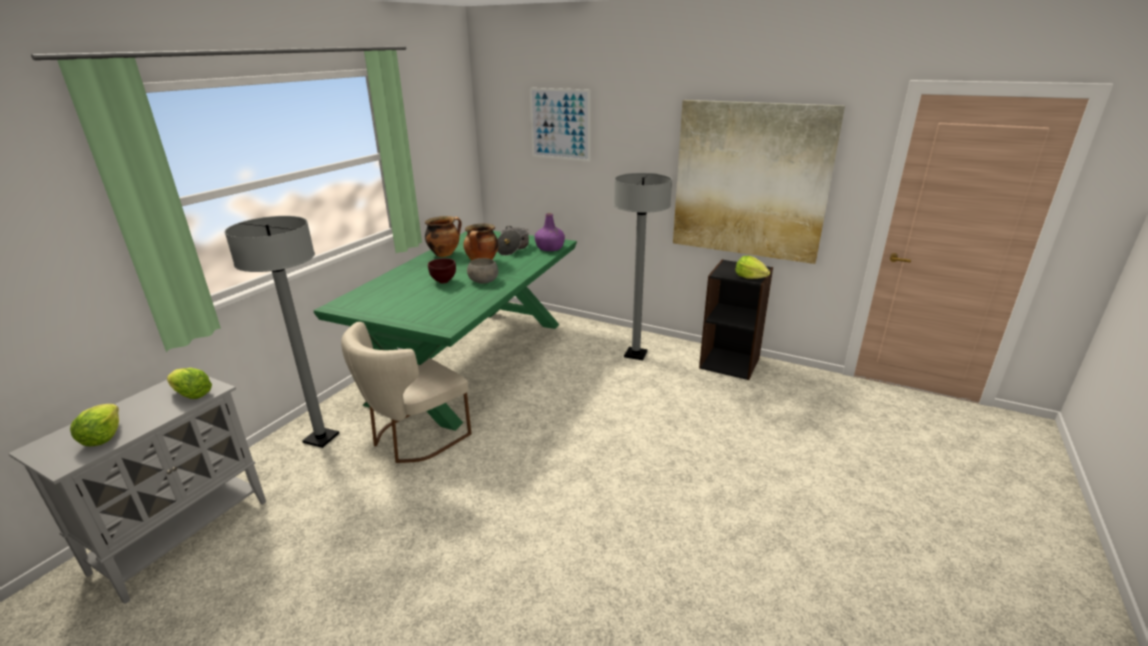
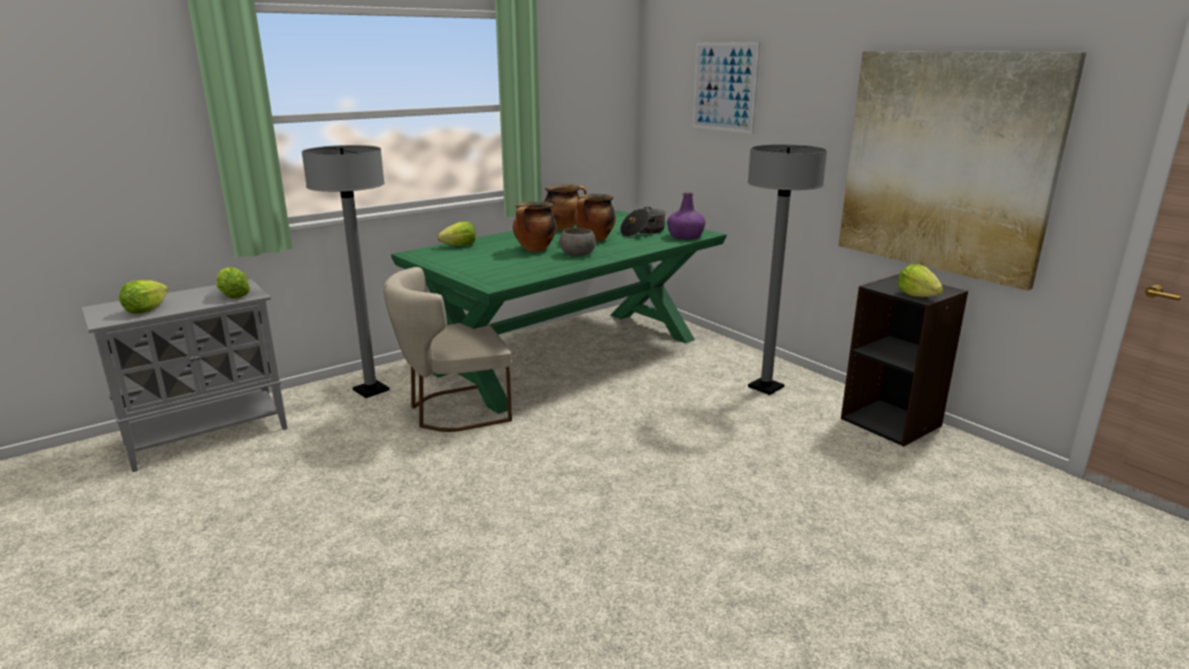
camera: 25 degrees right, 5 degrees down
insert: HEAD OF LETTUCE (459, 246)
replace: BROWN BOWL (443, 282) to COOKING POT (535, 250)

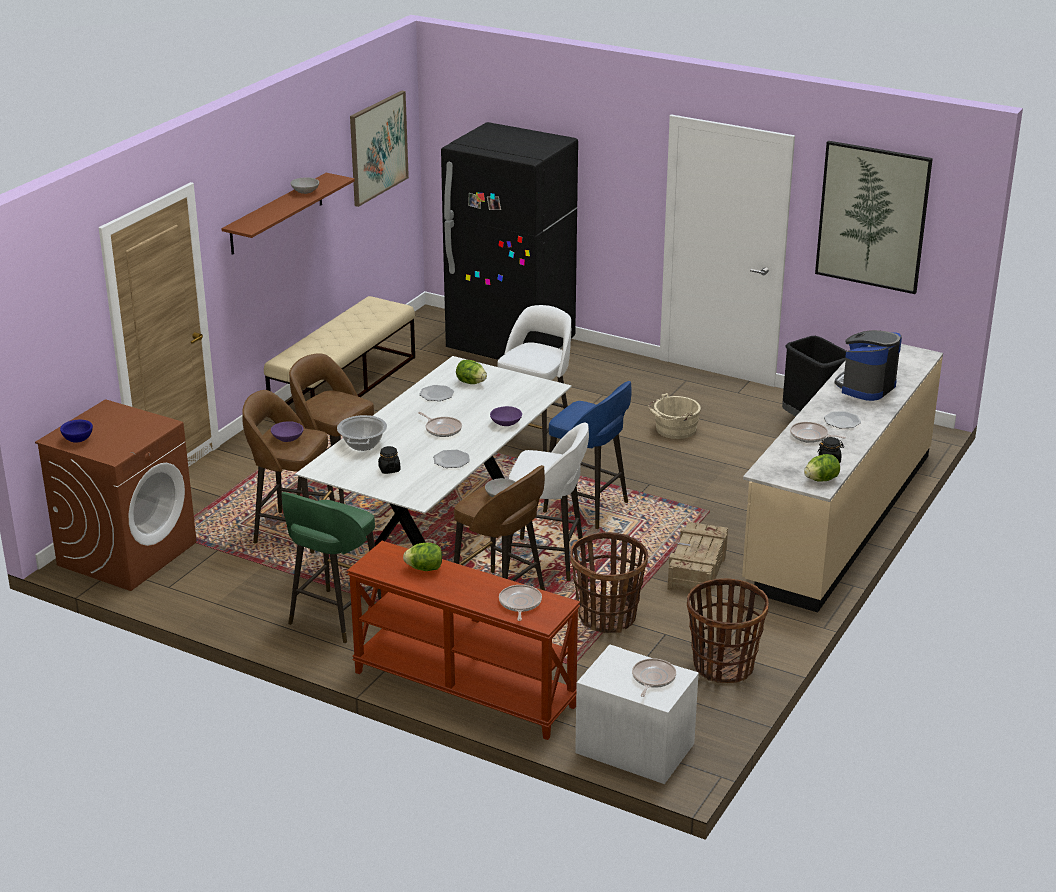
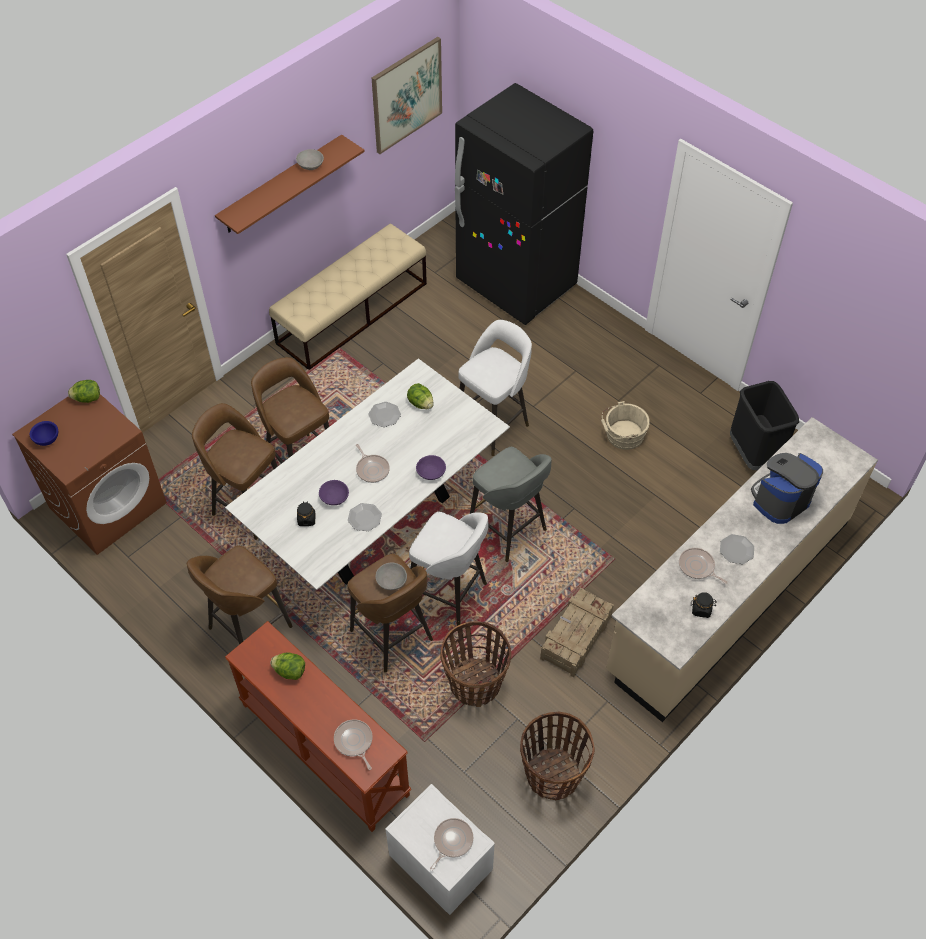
camera: 15 degrees right, 25 degrees up
delete: WALL ART (872, 217); COOKING POT (362, 444)
move: PURPLE BOWL (287, 439) to (334, 498); HEAD OF LETTUCE (821, 480) to (87, 398)
recolor: BLUE STOOL (588, 508) to GRAY STOOL (508, 530); GREENISH STOOL (334, 618) to BROWN STOOL (248, 629)
rotate: SKILLET (520, 603) = (354, 742) 45 degrees counterclockwise

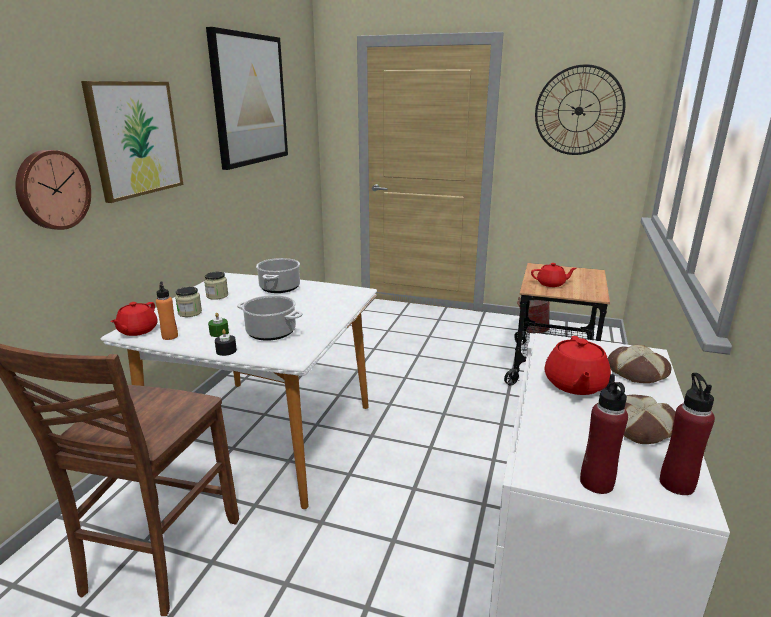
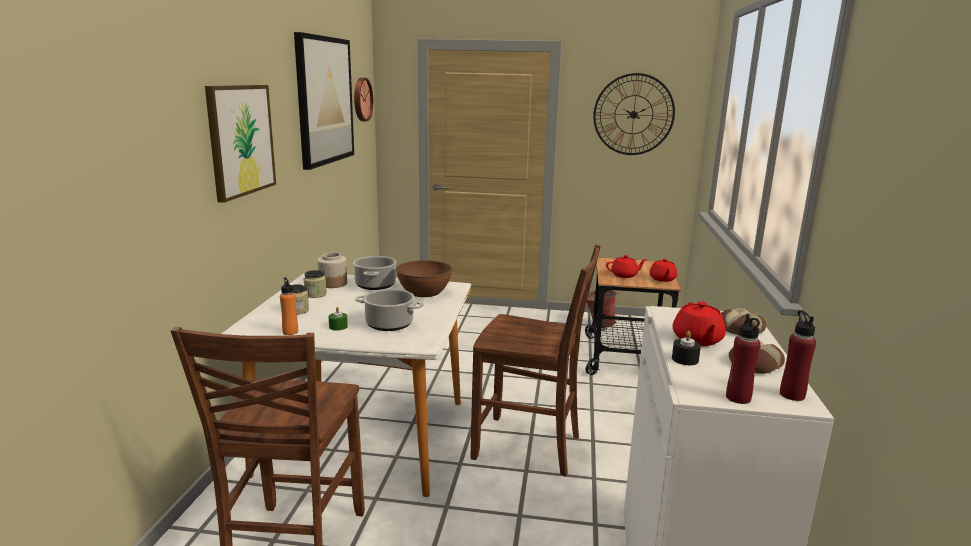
camera: 10 degrees left, 5 degrees down
insert: BROWN PLAIN CHAIR (529, 447); JAR (333, 283); BROWN BOWL (424, 292)
move: WALL CLOCK (52, 190) to (361, 99); RED-COLOURED TEAPOT (137, 331) to (662, 279); BLACK-COLOURED CANDLE (226, 351) to (685, 359)

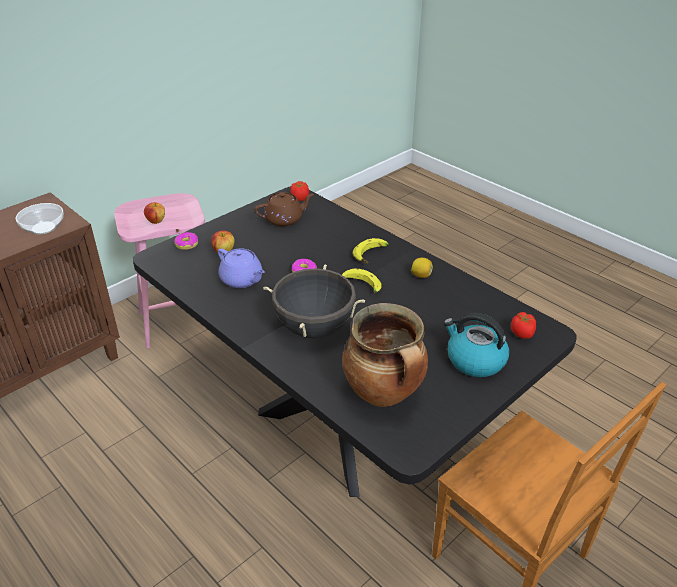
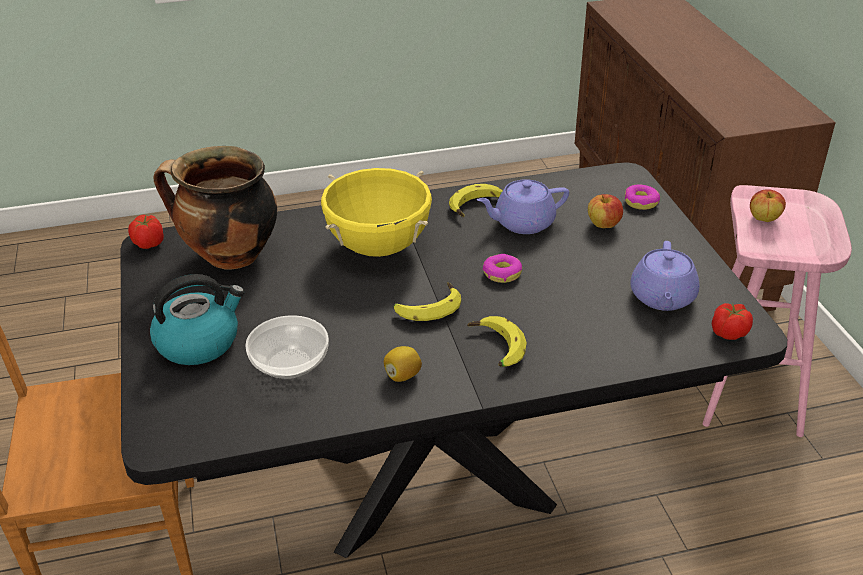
camera: 120 degrees right, 0 degrees up
insert: BANANA (477, 207)
move: BOWL (43, 228) to (288, 363); WHOLE TOMATO (522, 333) to (148, 244)
recolor: BROWN TEAPOT (284, 219) to PURPLE TEAPOT (662, 297); BLACK-COLOURED COOKING POT (314, 328) to YELLOW COOKING POT (379, 247)

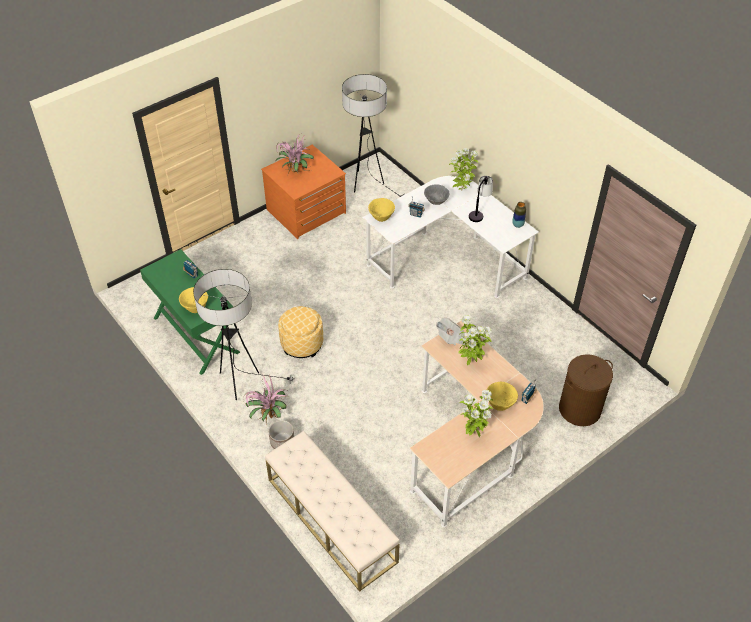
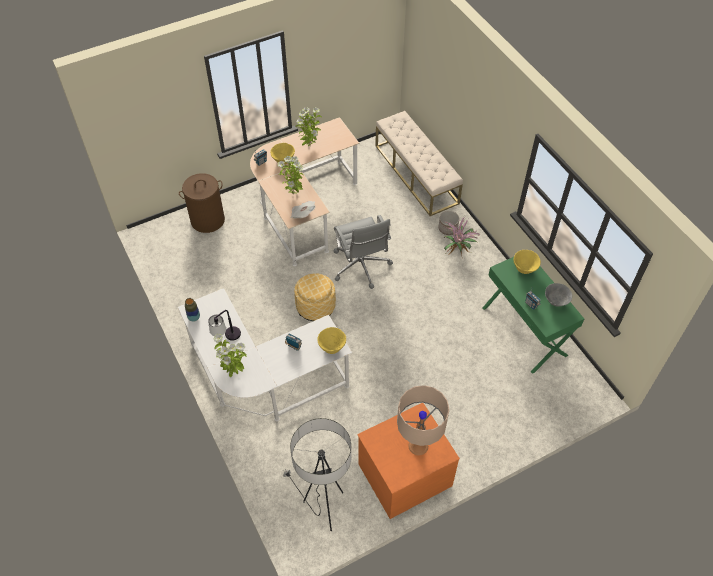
camera: 170 degrees left, 5 degrees up
delete: STANDING LAMP (241, 383)
insert: GRAY OFFICE CHAIR (361, 267)
move: GRAY BOWL (436, 202) to (556, 302); FOOTREST (302, 343) to (315, 307)
replace: HOUSEPLANT (295, 171) to BEIGE-COLOURED LAMP FOR A TABLE (418, 446)

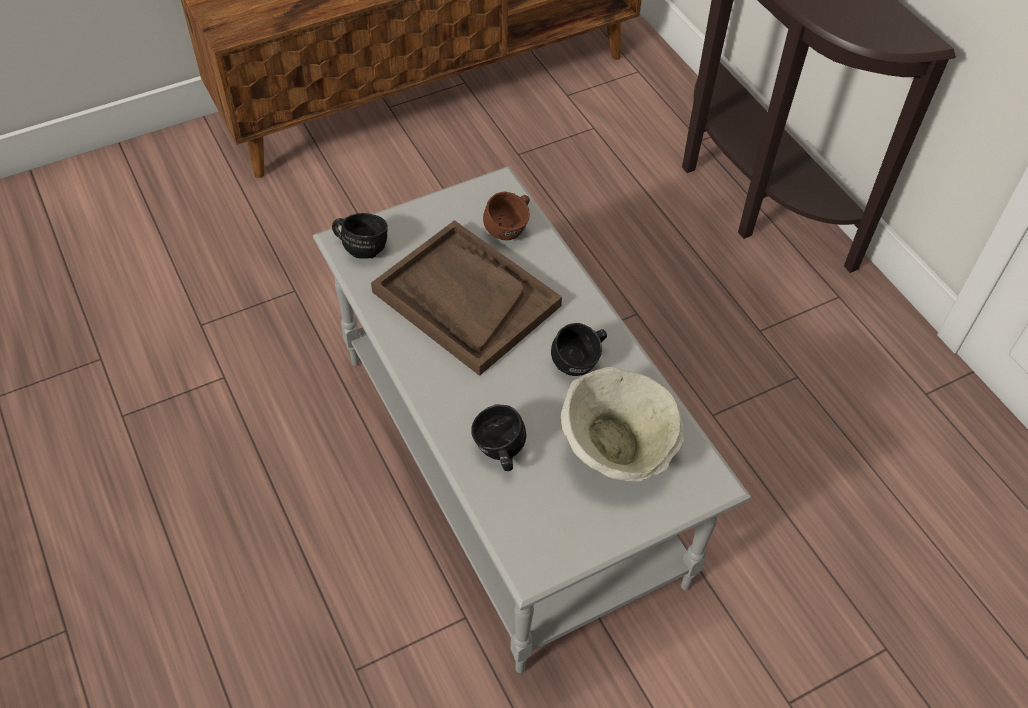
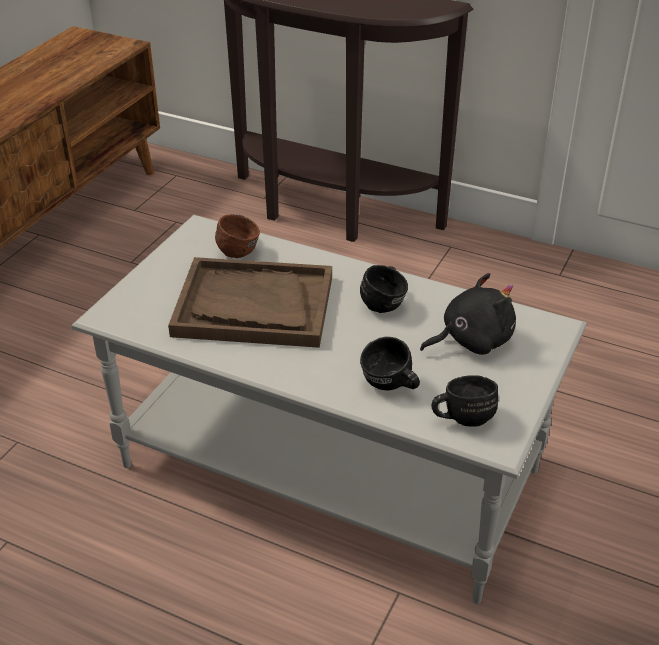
camera: 35 degrees left, 15 degrees down
move: BLACK-COLOURED MUG (361, 246) to (461, 417)
replace: BEIGE-COLOURED BOWL (617, 449) to BLACK-COLOURED CUDDLY TOY (471, 340)

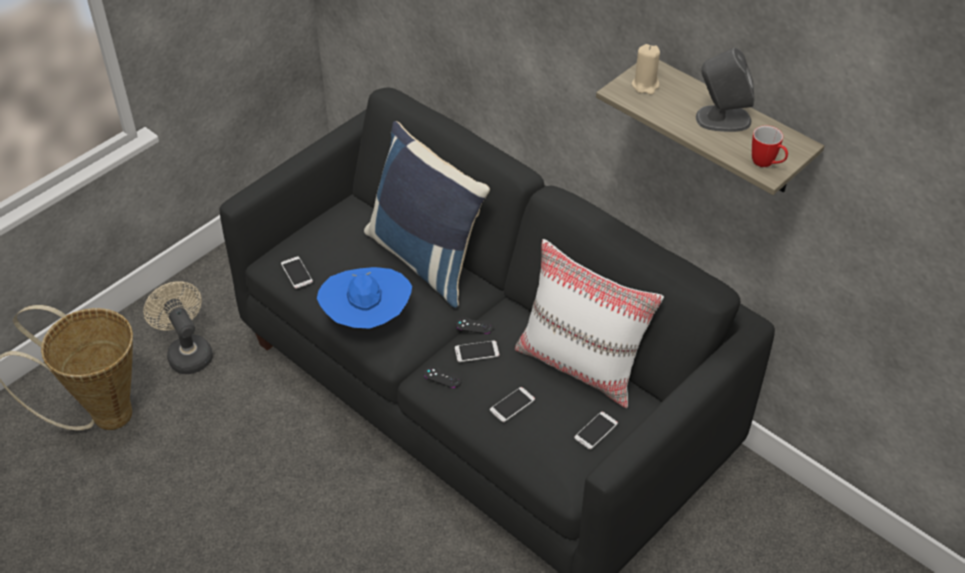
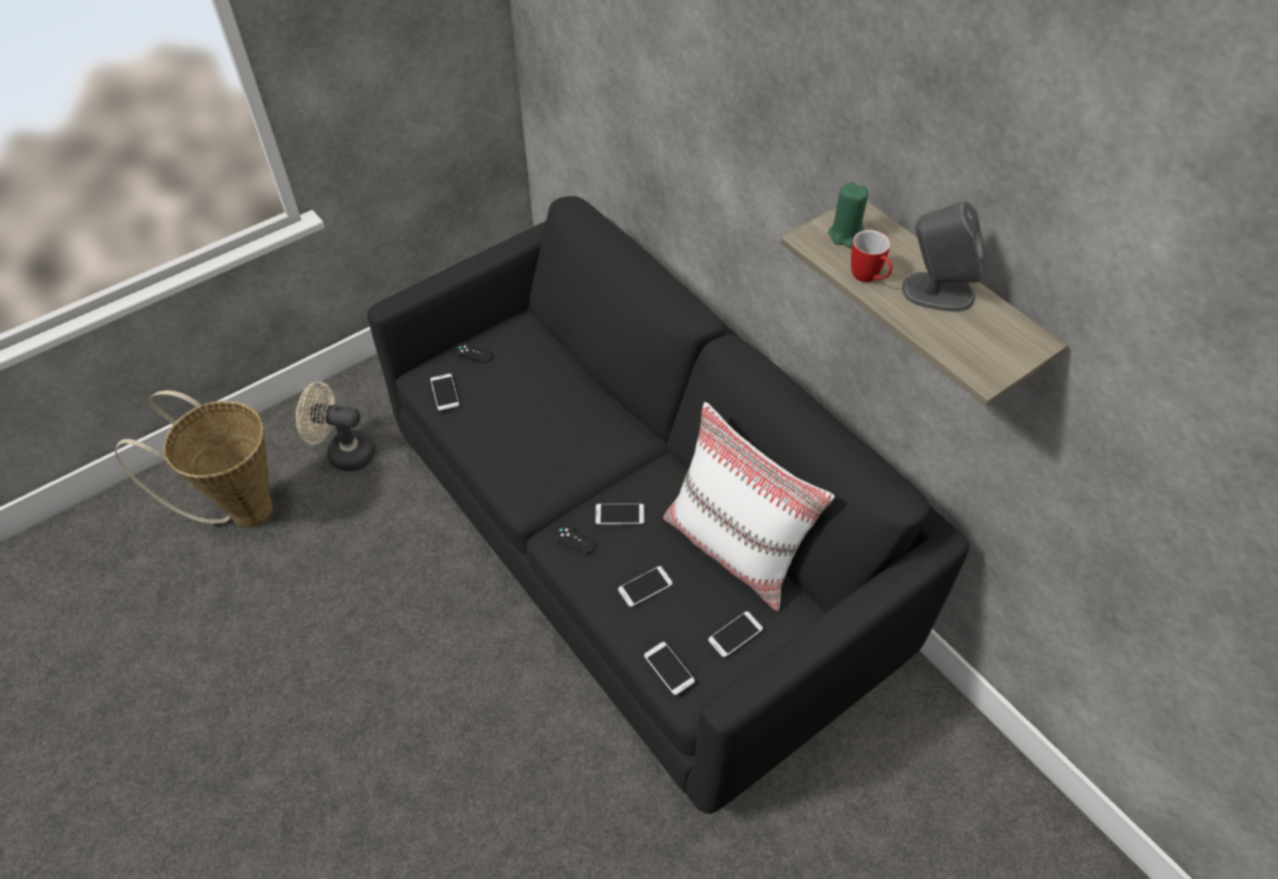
camera: 10 degrees right, 5 degrees up
delete: BLUE PILLOW (426, 258); BLUE WEARABLE HAT (367, 319)
insert: HANDSET (669, 668)
move: MUG (767, 164) to (869, 279); BLACK-COLOURED GAME CONTROLLER (474, 325) to (474, 353)
recolor: BEIGE-COLOURED CANDLE (645, 85) to GREENISH CANDLE (846, 235)
rotate: BEIGE-COLOURED ELECTRIC FAN (187, 352) = (343, 452) 60 degrees counterclockwise

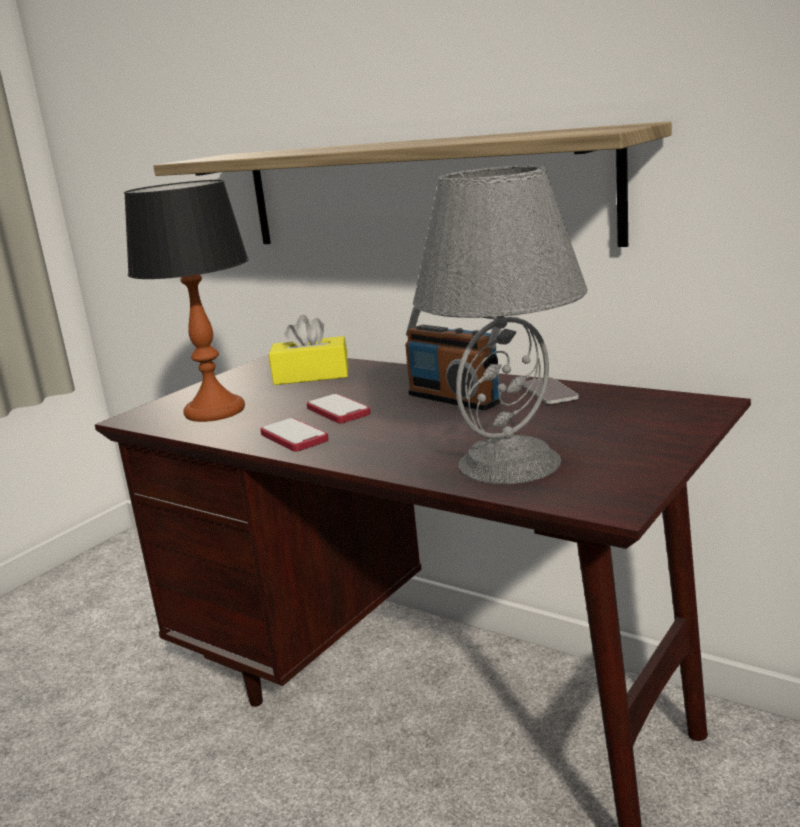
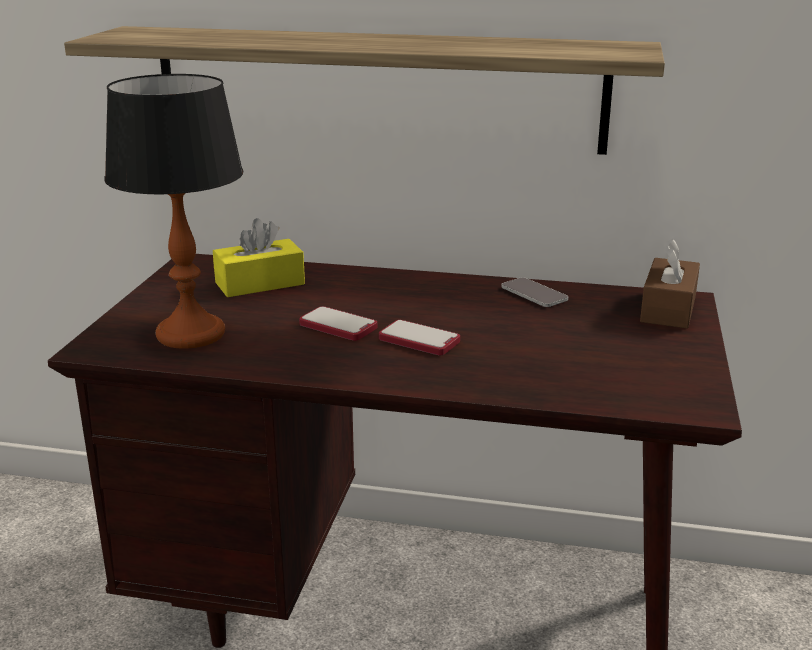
camera: 25 degrees left, 5 degrees up
delete: GRAY LAMP FOR A TABLE (509, 462); RADIO SET (454, 398)
insert: BROWN TISSUE HOLDER (668, 309)
move: HANDSET (294, 437) to (419, 340)

